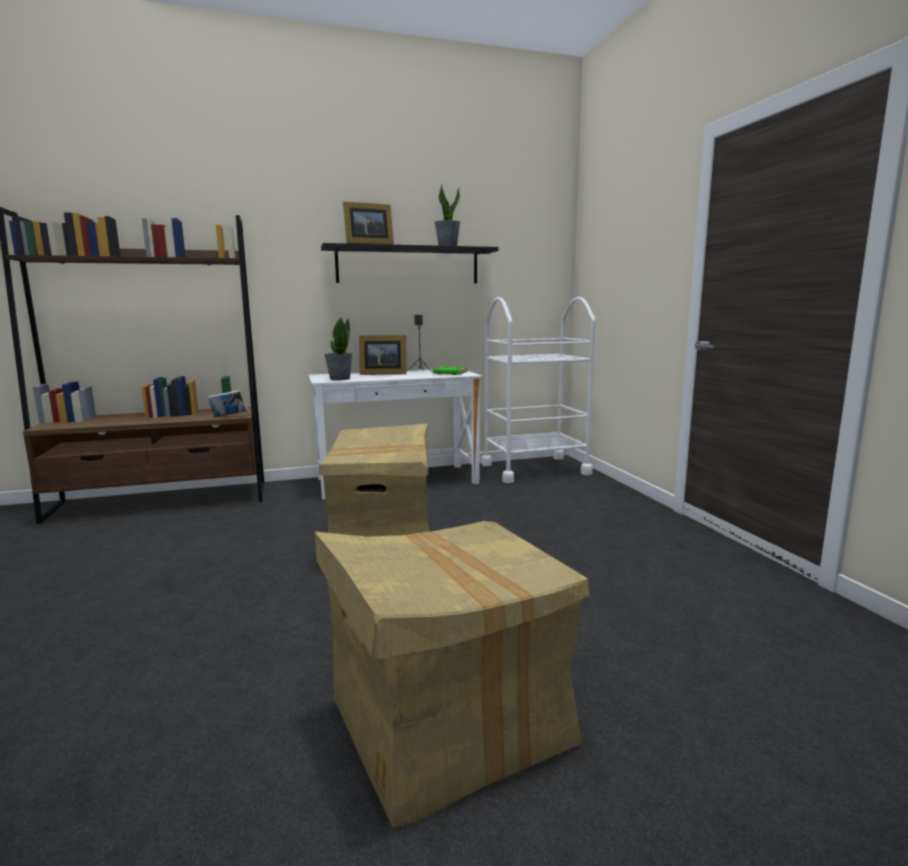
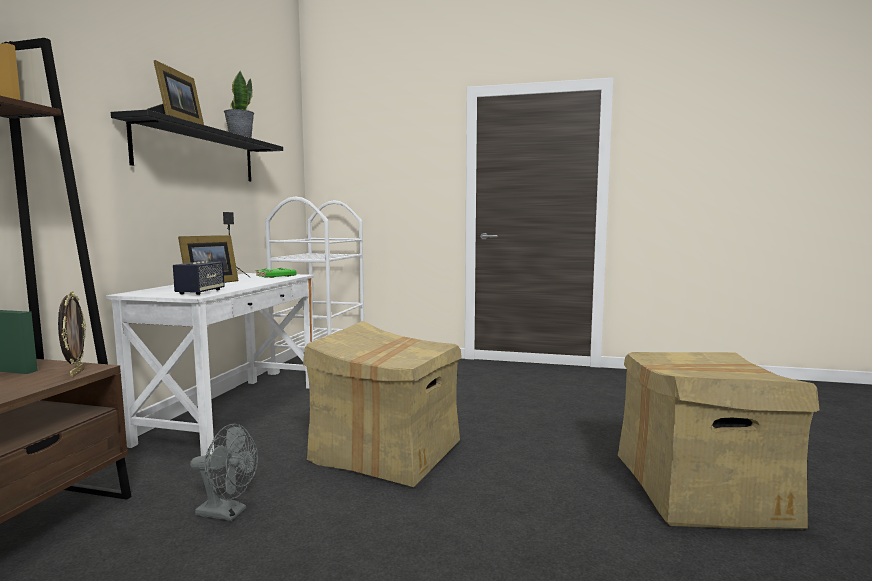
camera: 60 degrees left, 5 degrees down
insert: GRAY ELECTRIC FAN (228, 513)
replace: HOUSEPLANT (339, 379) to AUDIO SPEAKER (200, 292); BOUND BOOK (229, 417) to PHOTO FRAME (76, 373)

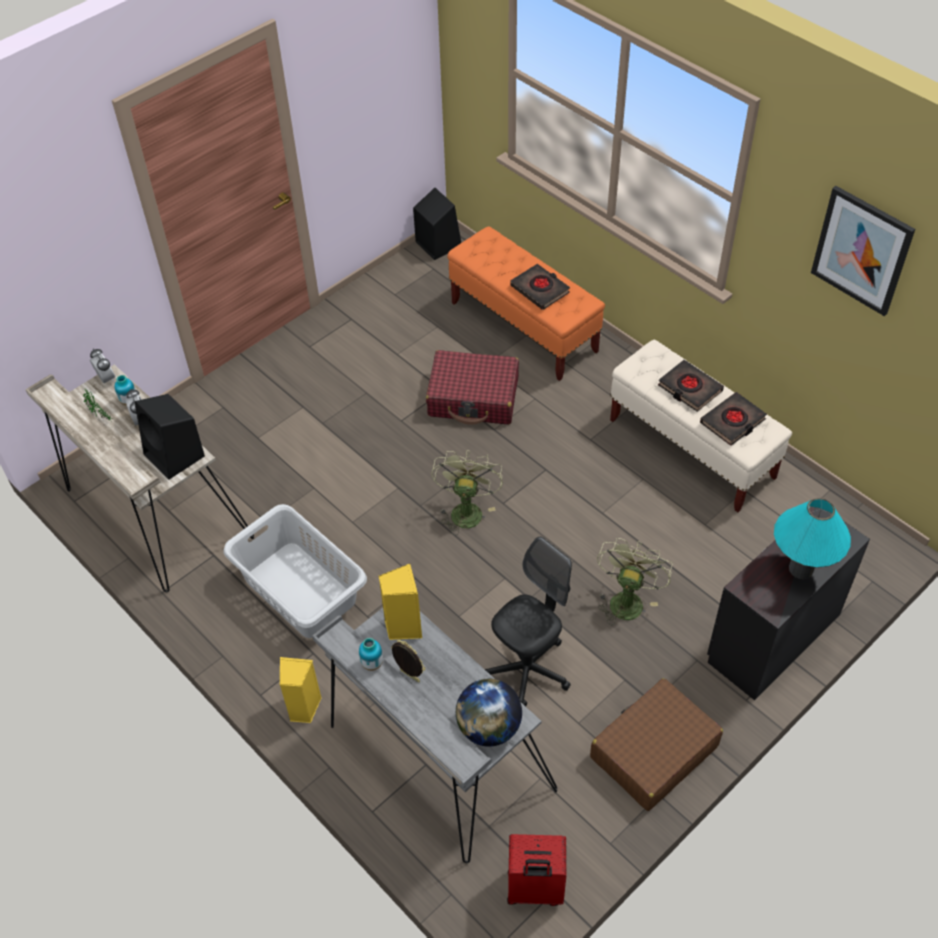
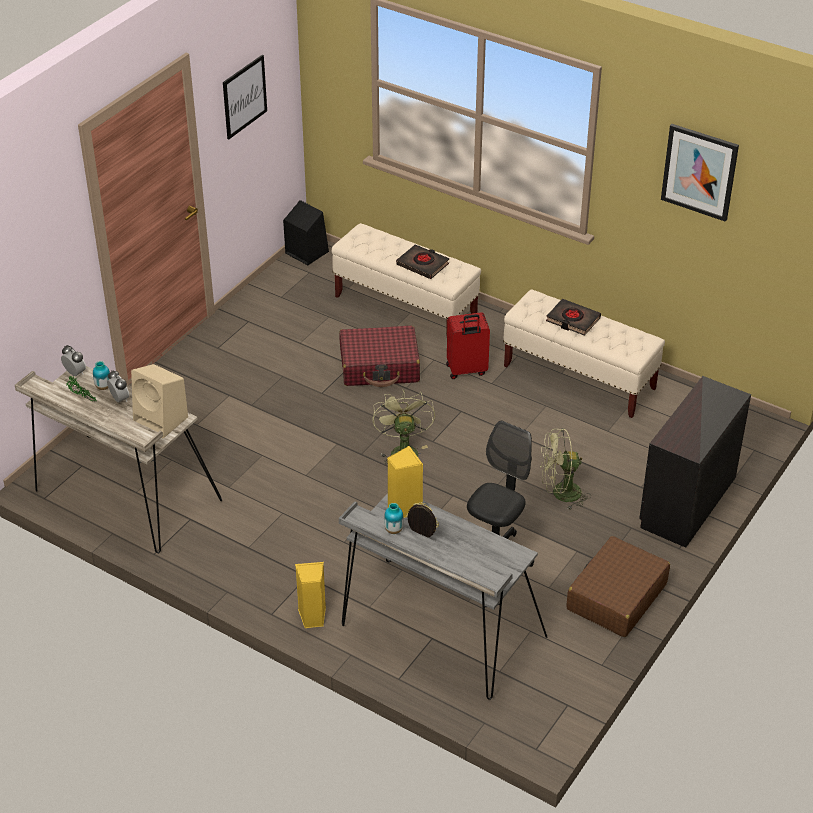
camera: 15 degrees left, 10 degrees down
delete: BLACK-COLOURED BOUND BOOK (733, 422); TURQUOISE LAMP FOR A TABLE (801, 569); GRAY WASHING BASKET (300, 590); GLOBE (489, 728)
insert: WALL ART (244, 96)
move: RED-COLOURED TRAVEL CASE (534, 890) to (466, 370)
recolor: ORANGE-COLOURED BENCH (524, 327) to BEIGE-COLOURED BENCH (406, 307); BLACK-COLOURED AUDIO SPEAKER (175, 456) to BEIGE-COLOURED AUDIO SPEAKER (162, 420)
rotate: GREENISH ELECTRIC FAN (627, 599) = (560, 494) 105 degrees counterclockwise

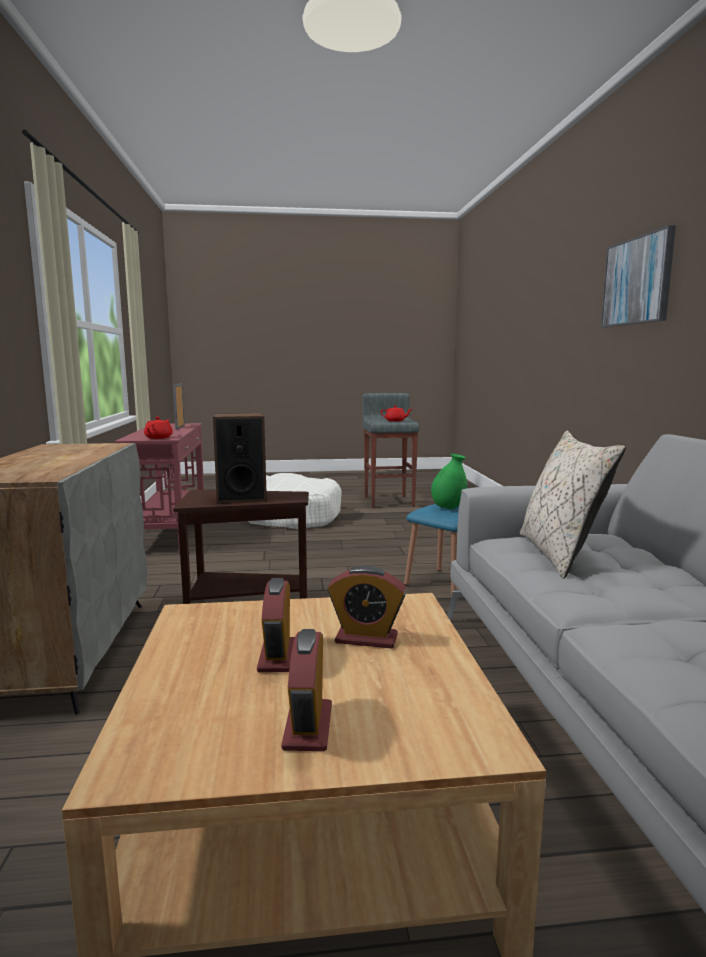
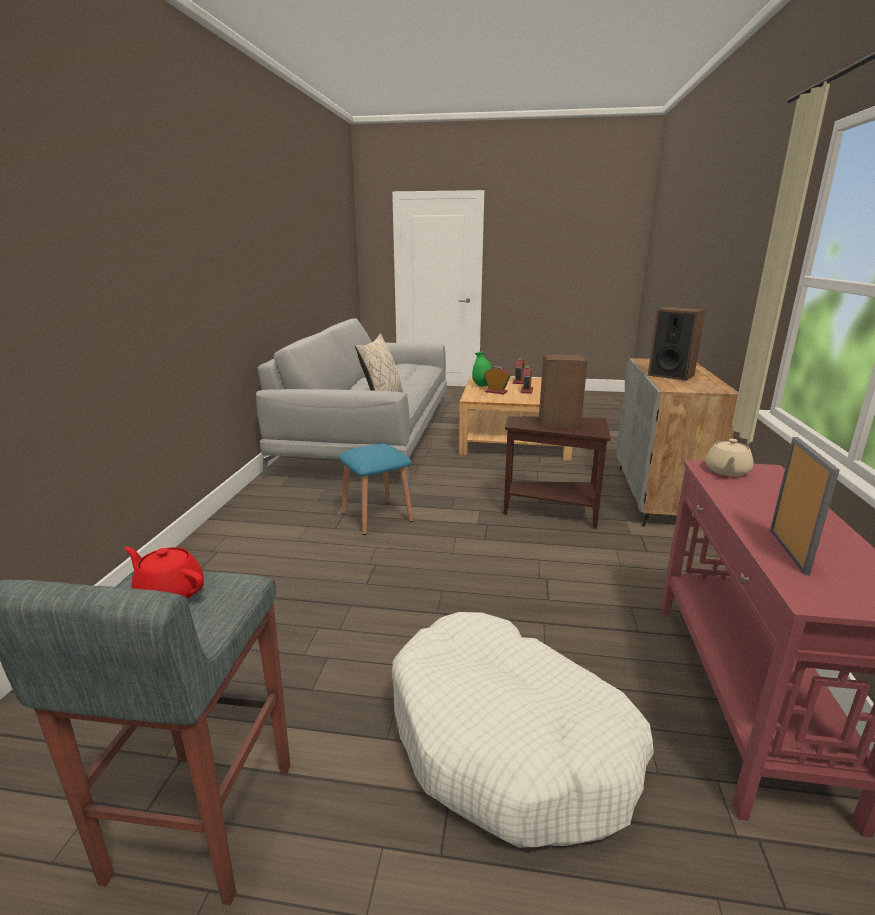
camera: 165 degrees left, 10 degrees up
delete: WALL ART (637, 281)
insert: AUDIO SPEAKER (671, 375)
move: GREENISH FLOWER VASE (448, 508) to (482, 386)
recolor: RED-COLOURED TEAPOT (159, 438) to BEIGE-COLOURED TEAPOT (726, 471)

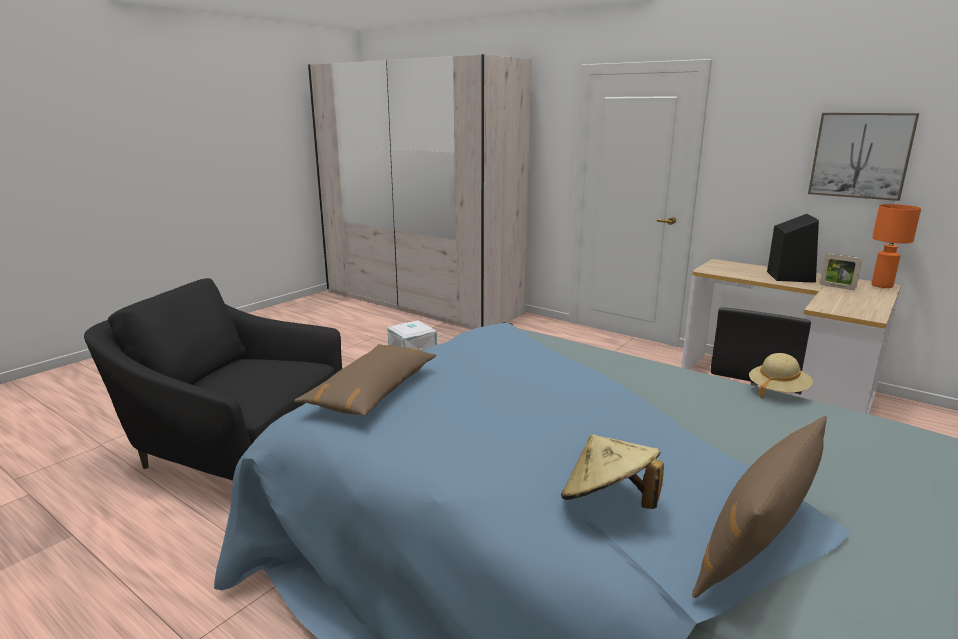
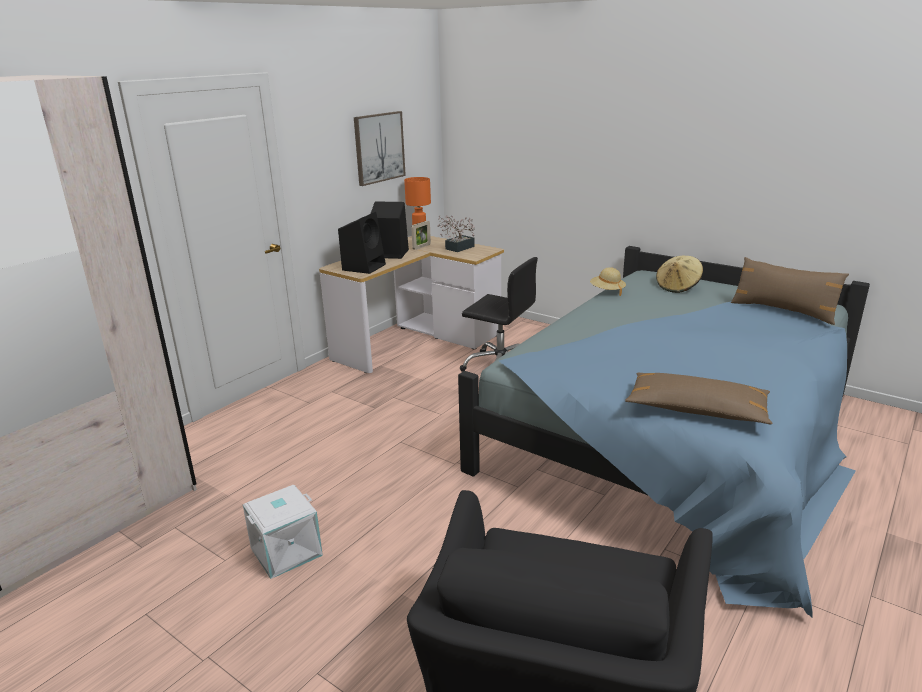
camera: 90 degrees left, 5 degrees up
insert: BLACK-COLOURED AUDIO SPEAKER (364, 267); HOUSEPLANT (457, 248)
move: BEIGE-COLOURED WEARABLE HAT (608, 502) to (678, 287)

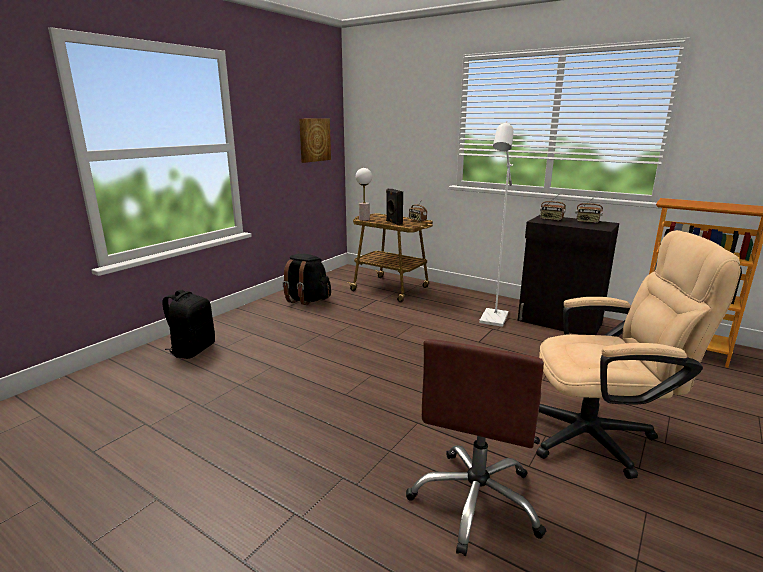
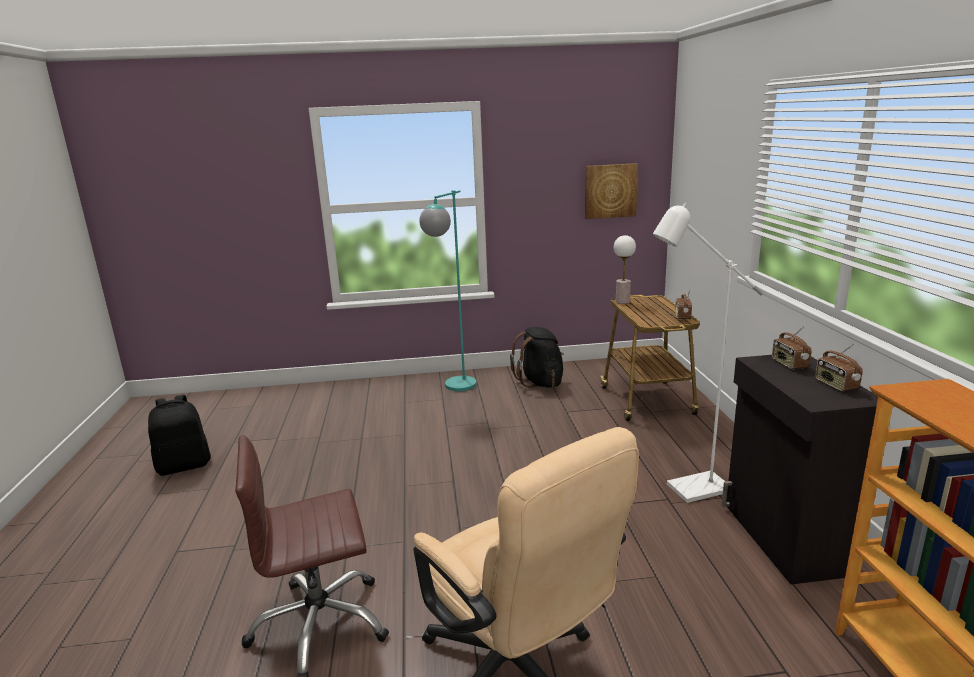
camera: 50 degrees right, 0 degrees up
delete: BLACK-COLOURED AUDIO SPEAKER (393, 222)
insert: TURQUOISE STANDING LAMP (455, 389)
move: BLACK-COLOURED RUCKSACK (192, 350) to (184, 466)

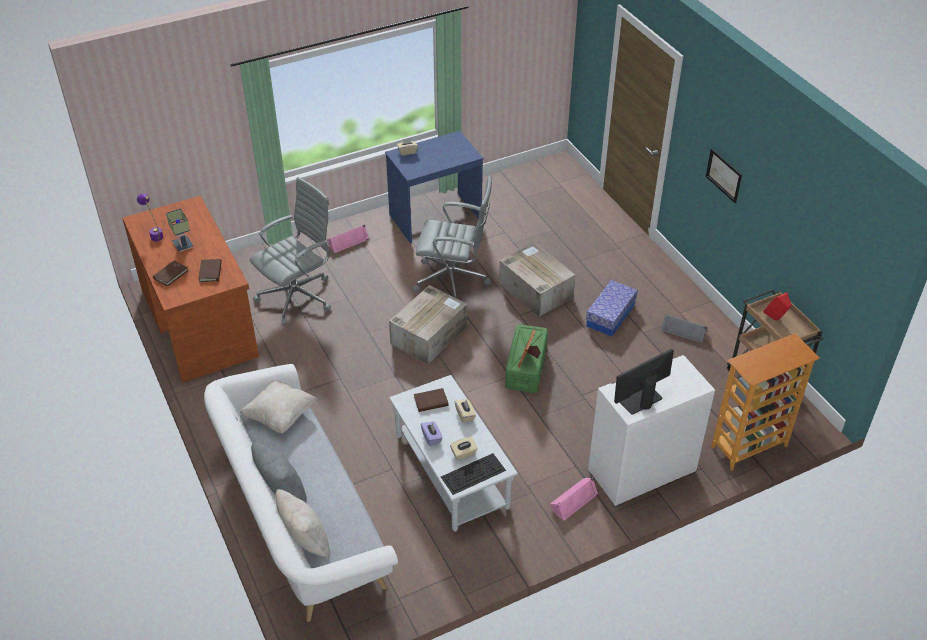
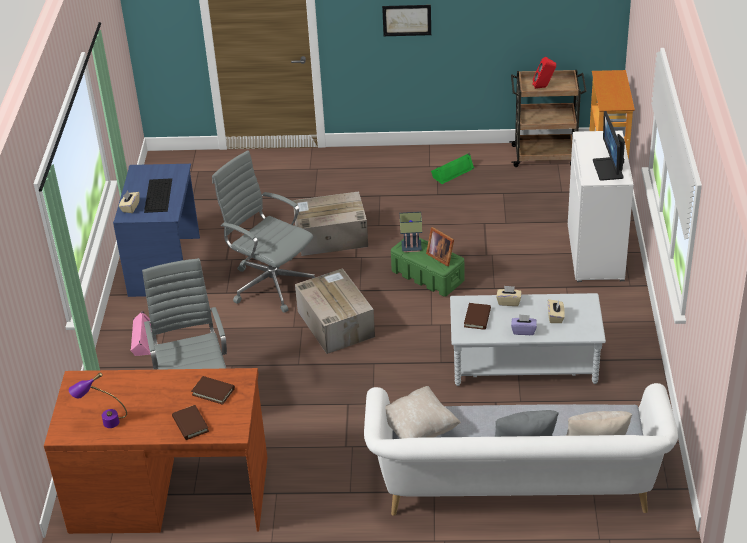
camera: 60 degrees left, 5 degrees down
delete: STORAGE BOX (610, 315); PINK-COLOURED AUDIO SPEAKER (573, 500)
move: LAMP FOR A TABLE (184, 245) to (412, 246); COMPUTER KEYBOARD (473, 473) to (158, 195)
recolor: GRAY AUDIO SPEAKER (684, 330) to GREENISH AUDIO SPEAKER (452, 172)
rotate: GRAY OFFICE CHAIR (453, 280) = (271, 283) 90 degrees counterclockwise

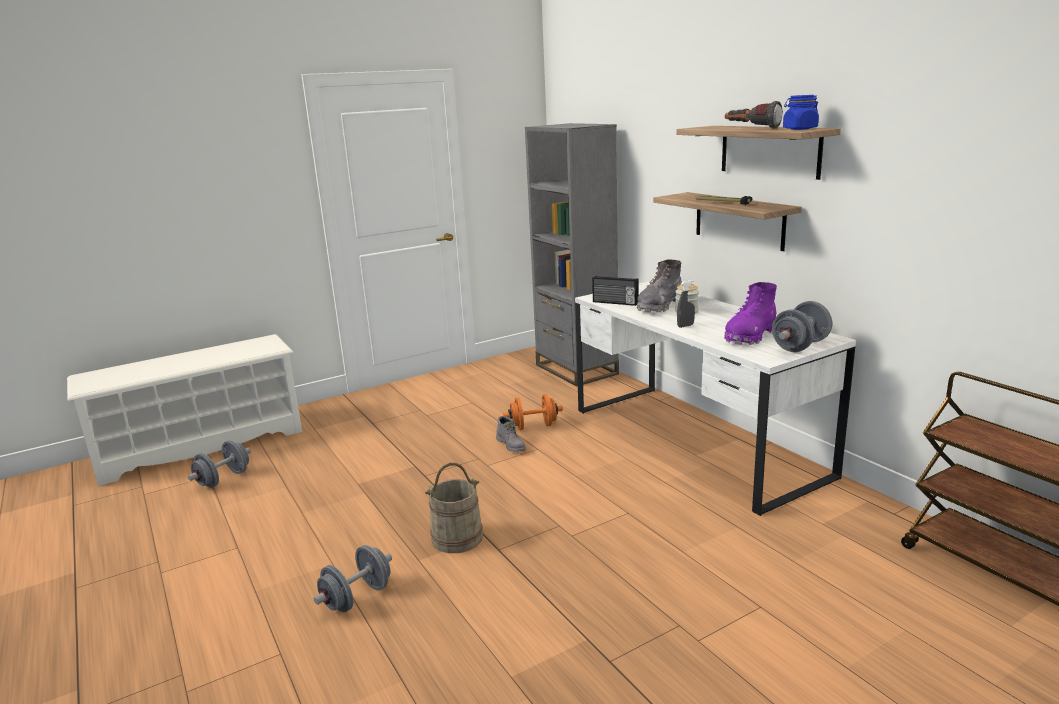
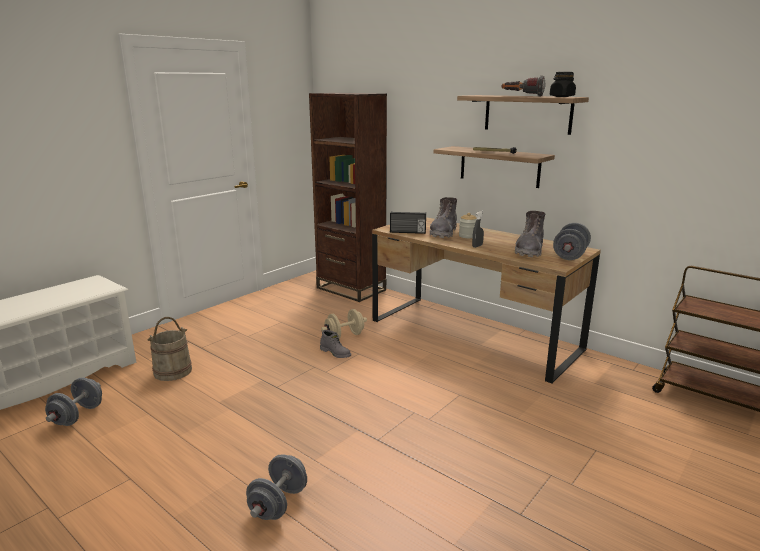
camera: 20 degrees left, 0 degrees up
move: BEIGE-COLOURED PAIL (457, 537) to (173, 371)
recolor: BLUE JAR (799, 129) to BLACK-COLOURED JAR (561, 96); GRAY BOOKCASE (576, 369) to BROWN BOOKCASE (351, 289); WHITE DESK UNIT (694, 441) to BROWN DESK UNIT (473, 334); PURPLE BOOT (750, 336) to GRAY BOOT (529, 251); ORANGE-COLOURED FREE WEIGHT (533, 426) to BEIGE-COLOURED FREE WEIGHT (344, 336)

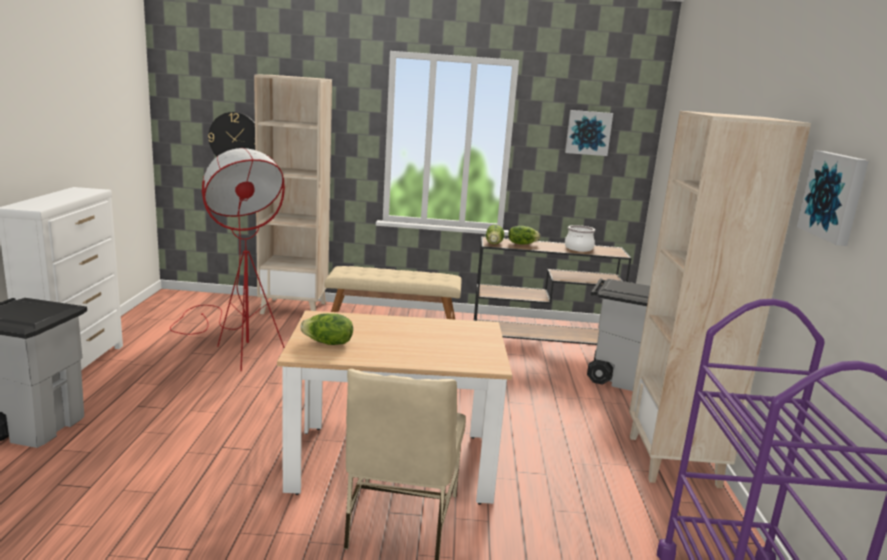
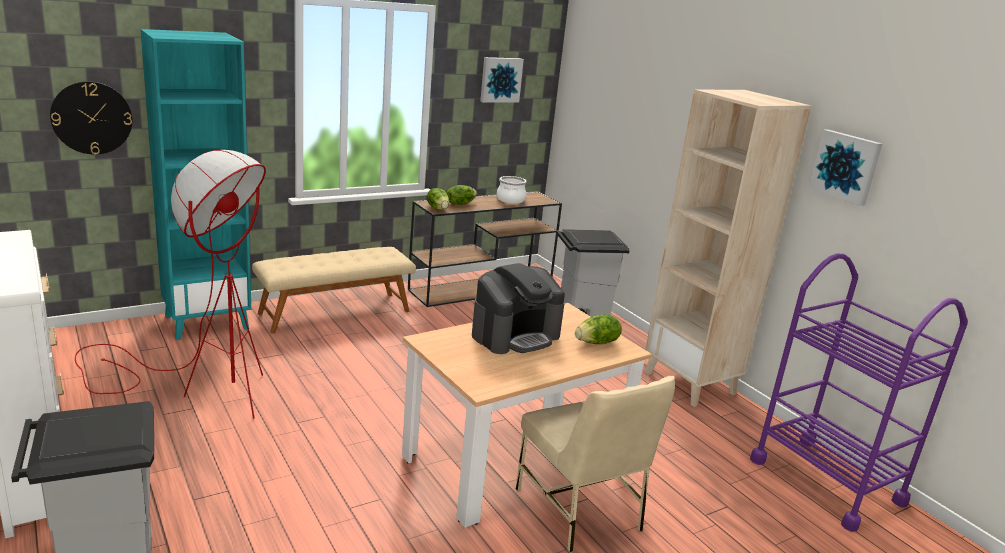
camera: 35 degrees left, 5 degrees up
insert: COFFEE BREWER (515, 335)
move: HEAD OF LETTUCE (328, 343) to (597, 343)
recolor: BEIGE-COLOURED BOOKCASE (294, 308) to TURQUOISE BOOKCASE (207, 322)

